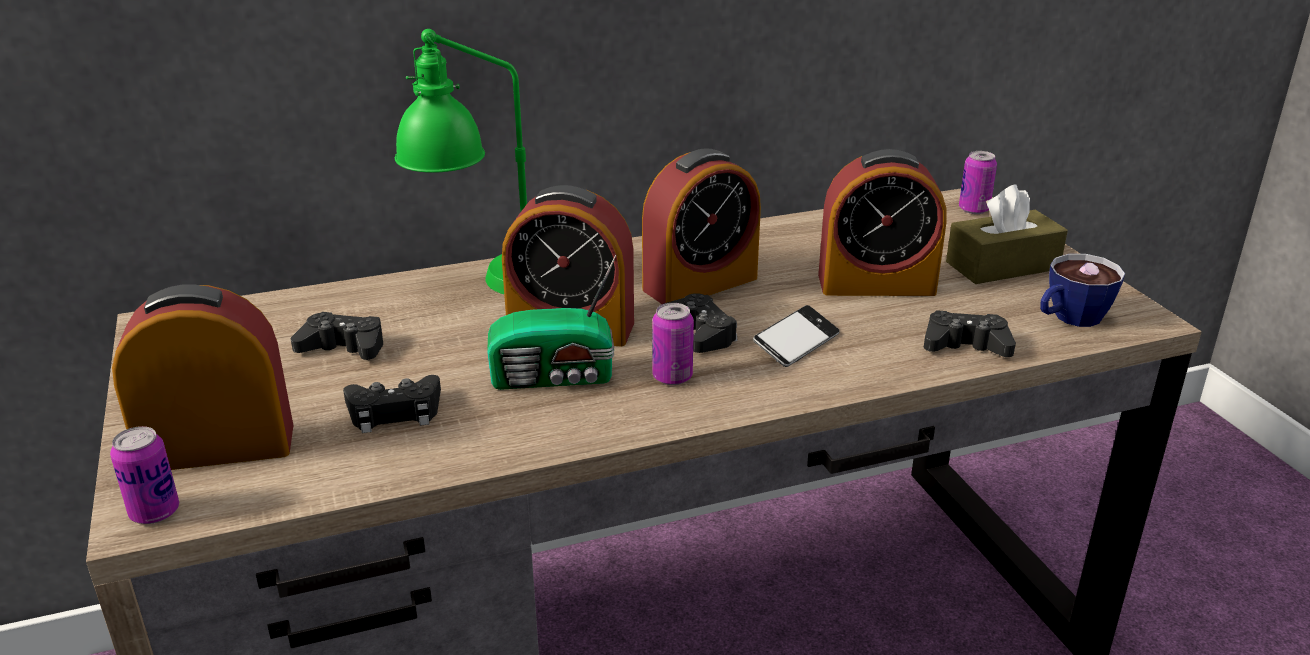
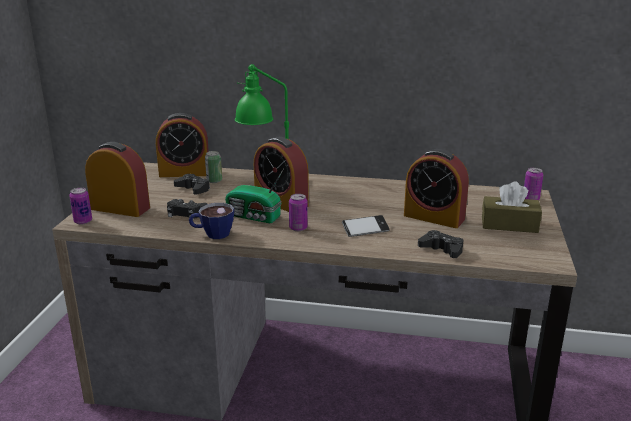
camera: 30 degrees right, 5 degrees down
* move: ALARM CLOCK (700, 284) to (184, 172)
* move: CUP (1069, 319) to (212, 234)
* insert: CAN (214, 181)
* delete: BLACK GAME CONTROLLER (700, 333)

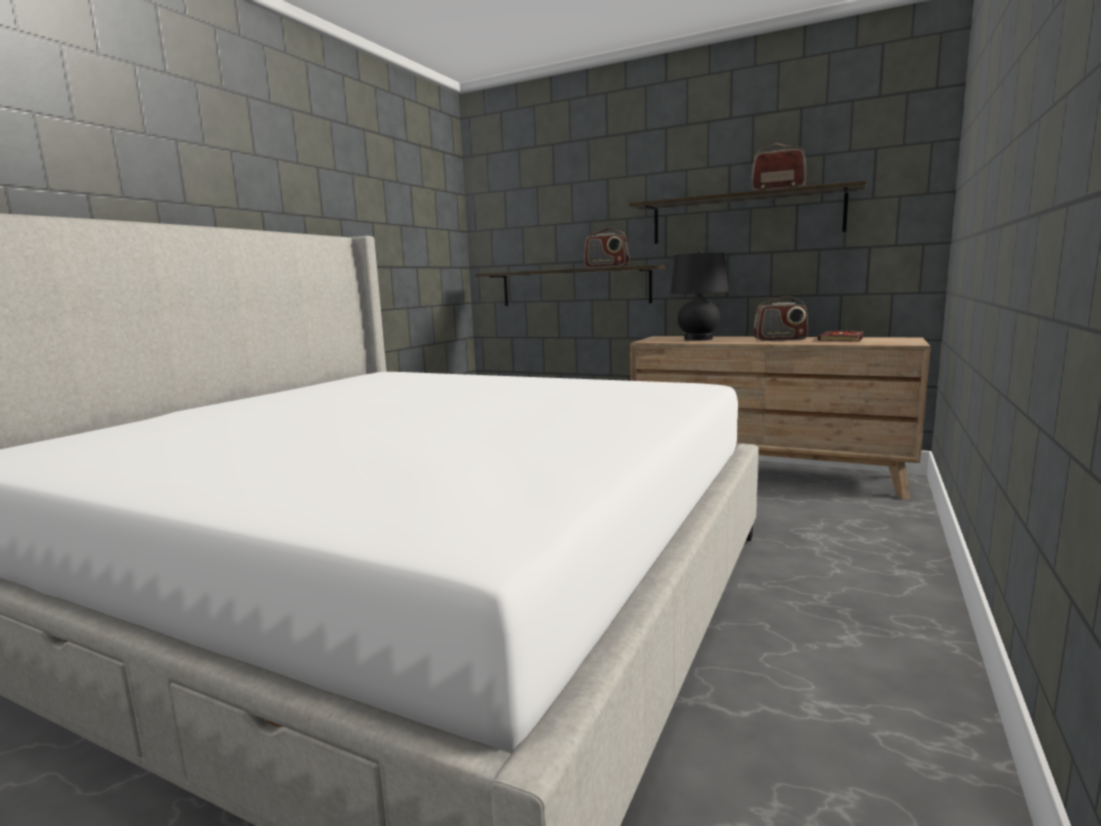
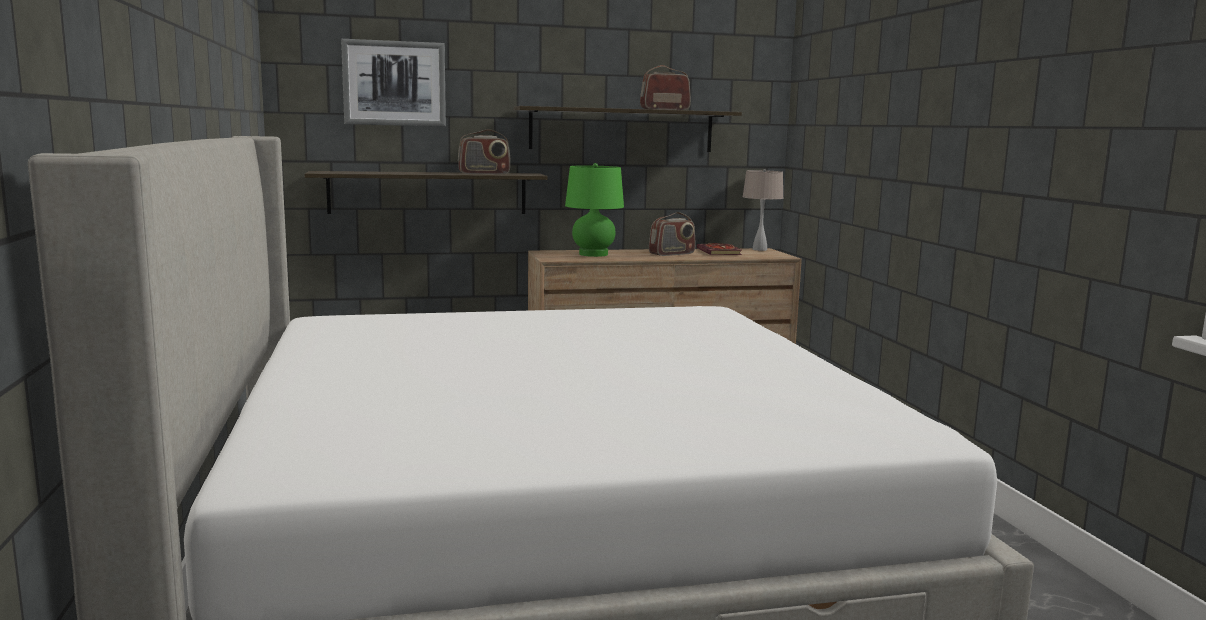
camera: 40 degrees left, 0 degrees up
* insert: WALL ART (394, 83)
* recolor: BLACK LAMP FOR A TABLE (698, 339) to GREEN LAMP FOR A TABLE (593, 254)
* insert: BEIGE-COLOURED LAMP FOR A TABLE (759, 249)

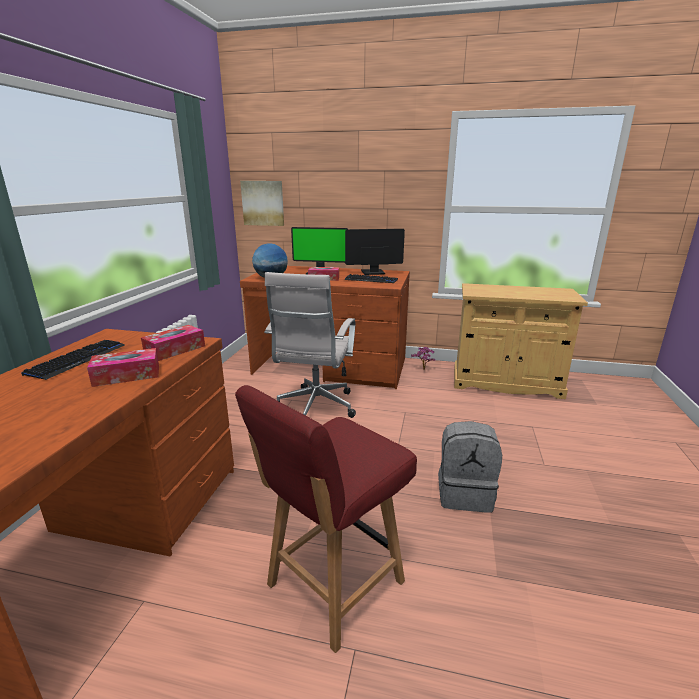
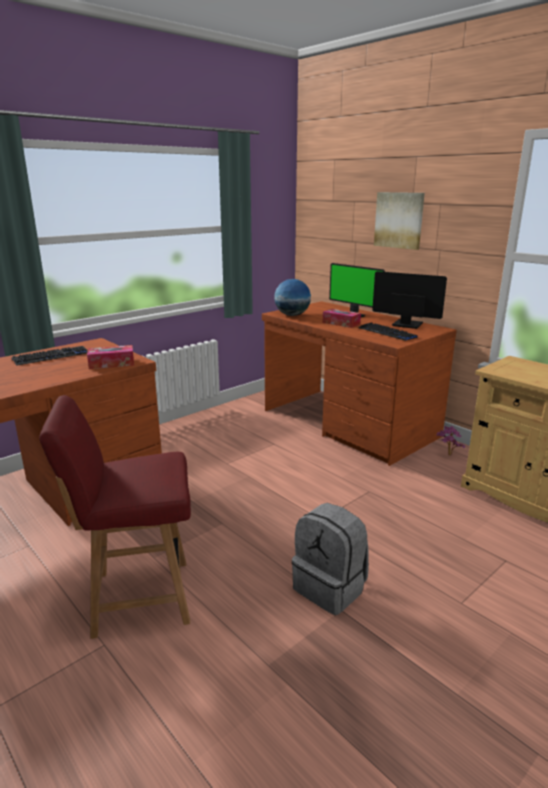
camera: 35 degrees right, 0 degrees up
* move: WALL ART (263, 203) to (399, 220)
* delete: TISSUE HOLDER (127, 375)
* delete: WHITE OFFICE CHAIR (315, 408)

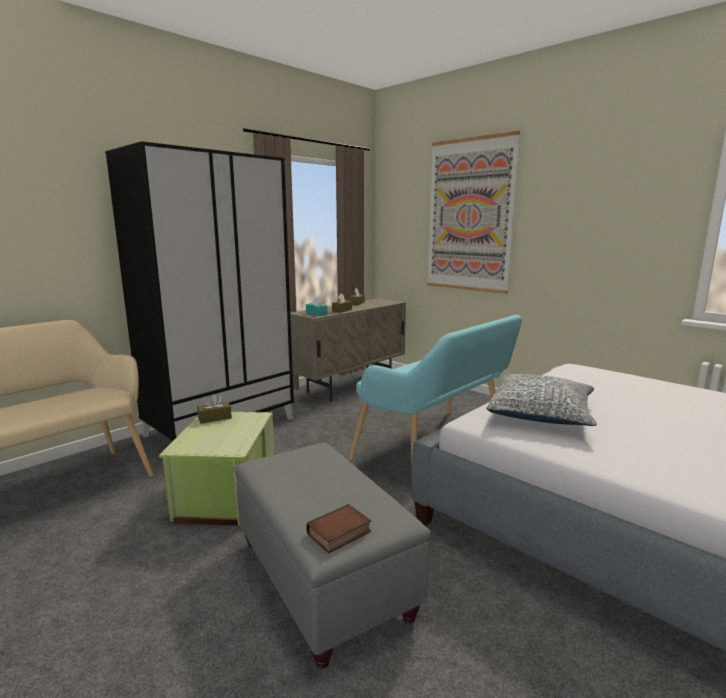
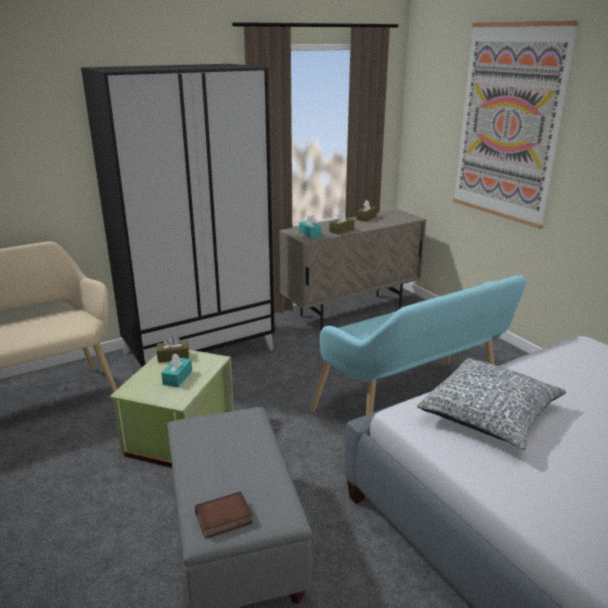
camera: 15 degrees right, 10 degrees up
* insert: TURQUOISE TISSUE HOLDER (177, 378)

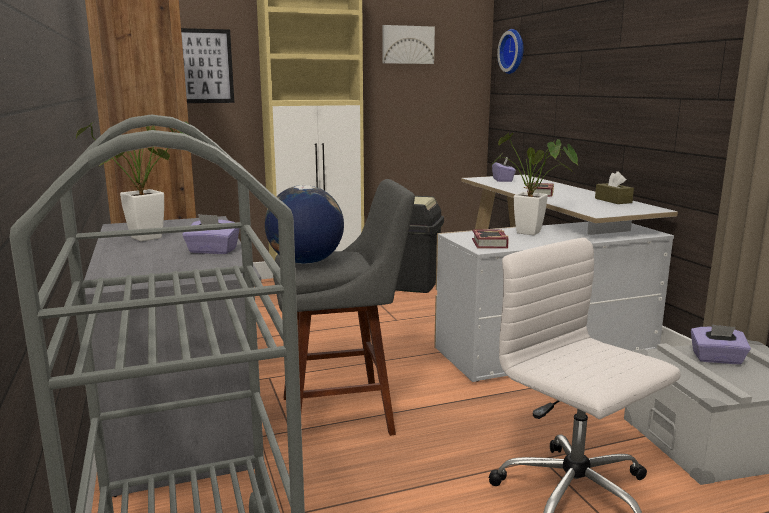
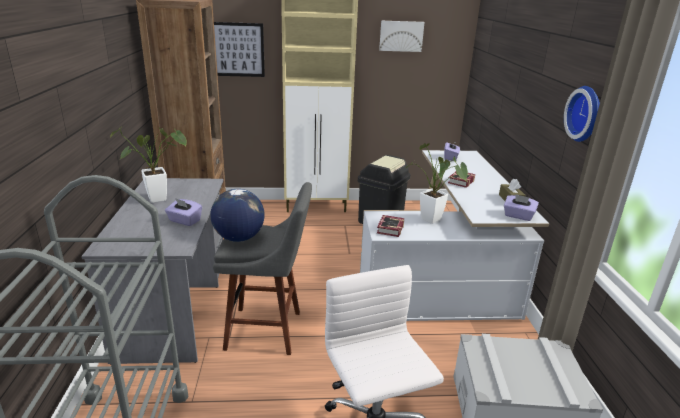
camera: 15 degrees right, 10 degrees up
* move: PURPLISH TISSUE HOLDER (717, 359) to (518, 216)
* move: WALL CLOCK (514, 51) to (586, 114)

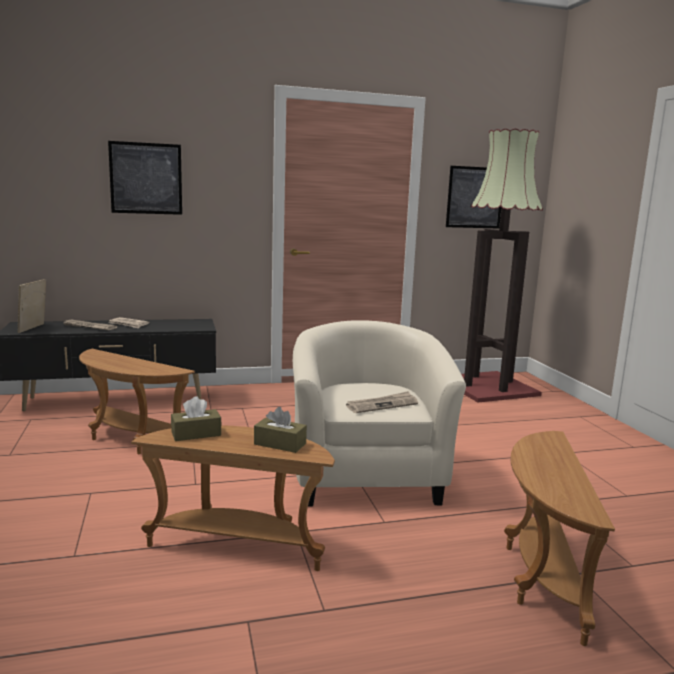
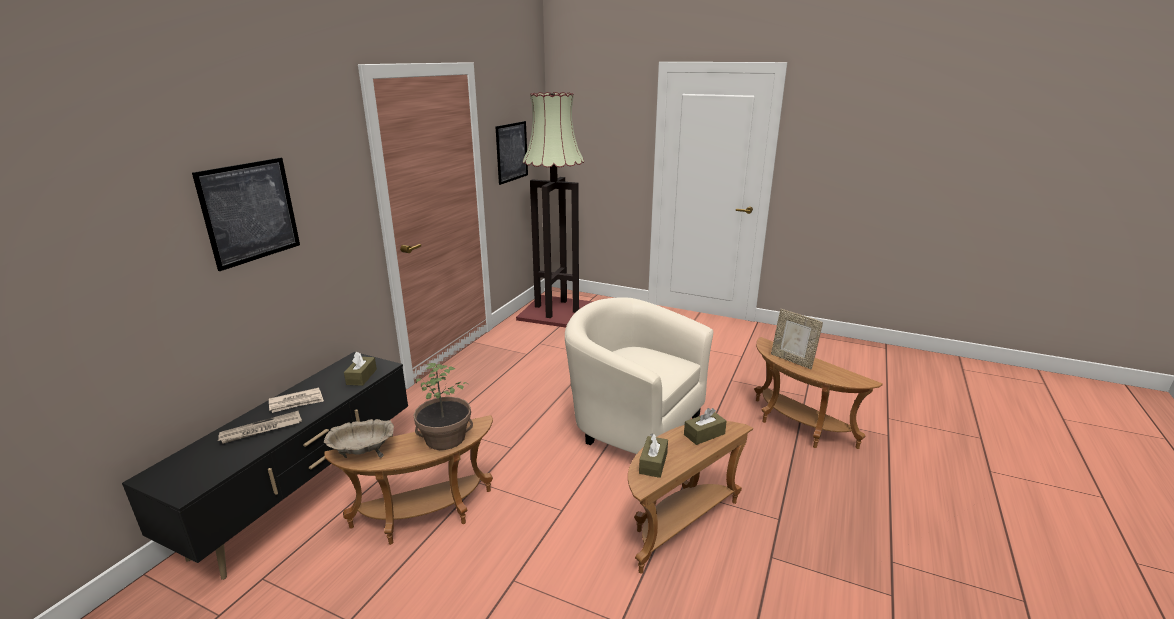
camera: 50 degrees left, 10 degrees up
* insert: BEIGE-COLOURED DEEP DISH (363, 453)
* insert: BROWNISH TISSUE HOLDER (361, 377)
* insert: POTTED PLANT (445, 438)
* move: STANDING FRAME (33, 328) to (792, 360)
* delete: DAILY PAPER (382, 405)

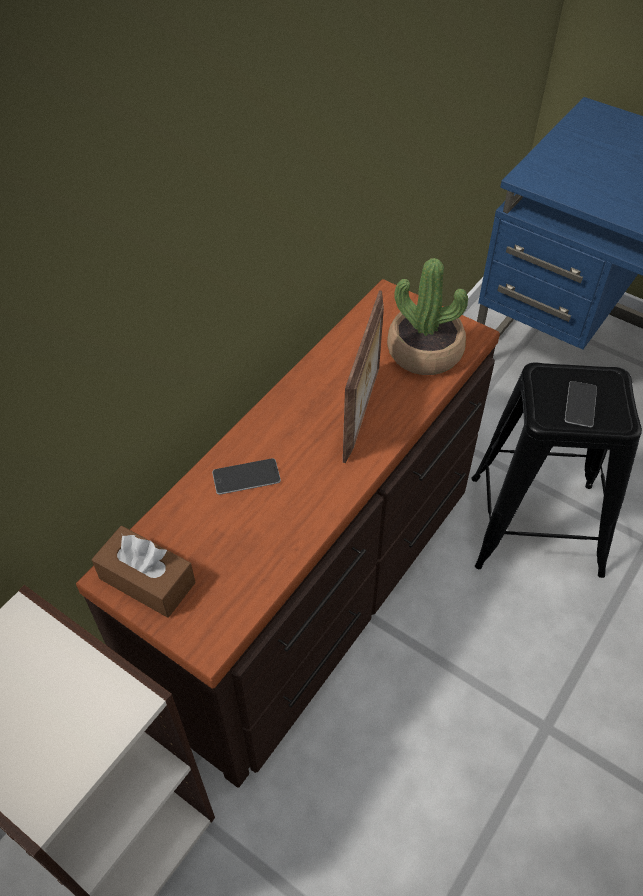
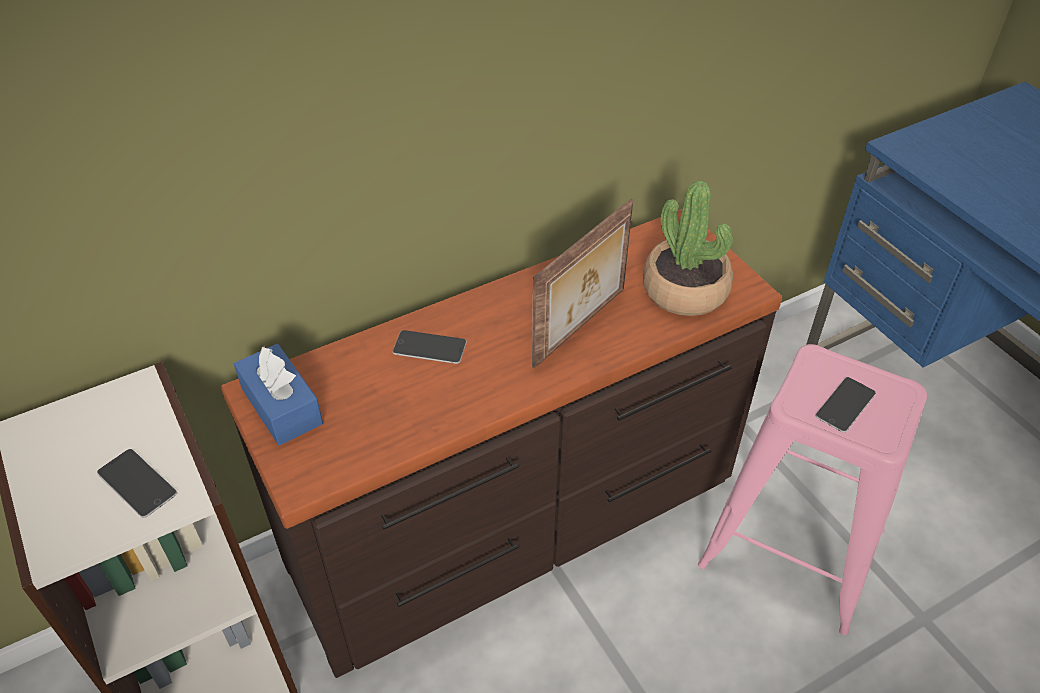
camera: 25 degrees right, 5 degrees down
* insert: HANDSET (137, 483)
* recolor: BROWNISH TISSUE HOLDER (147, 580) to BLUE-COLOURED TISSUE HOLDER (281, 406)
* recolor: BLACK STOOL SEAT (535, 525) to PINKISH STOOL SEAT (792, 548)

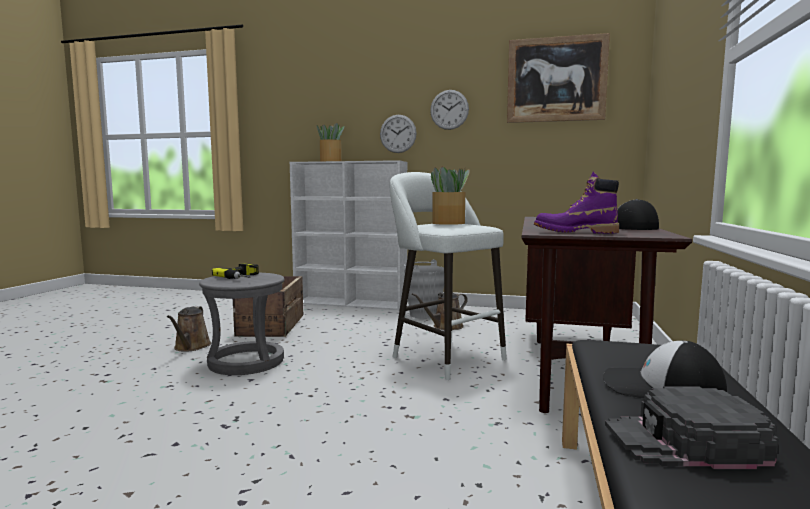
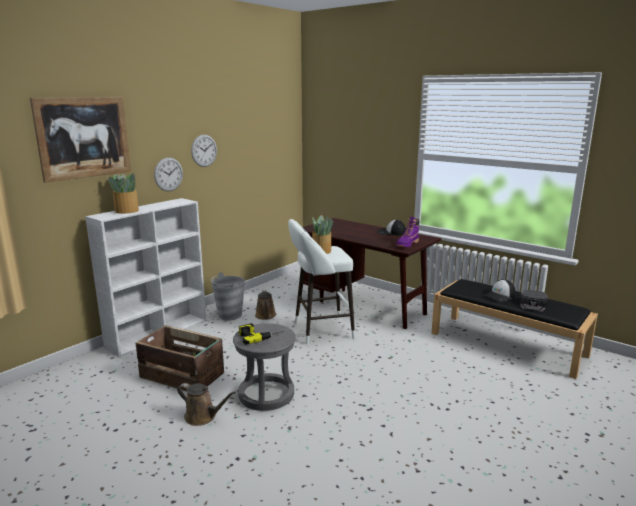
camera: 65 degrees left, 10 degrees up
* move: WALL ART (556, 79) to (84, 137)

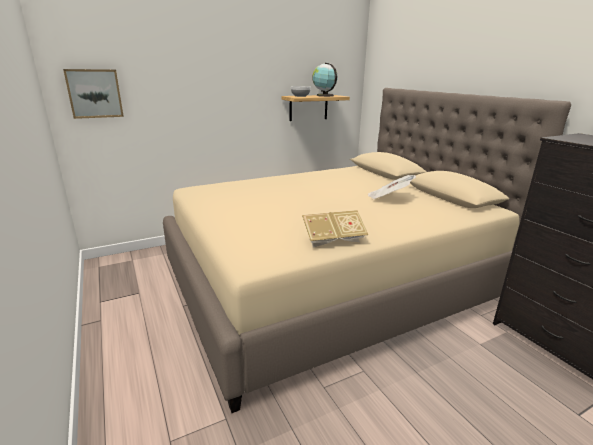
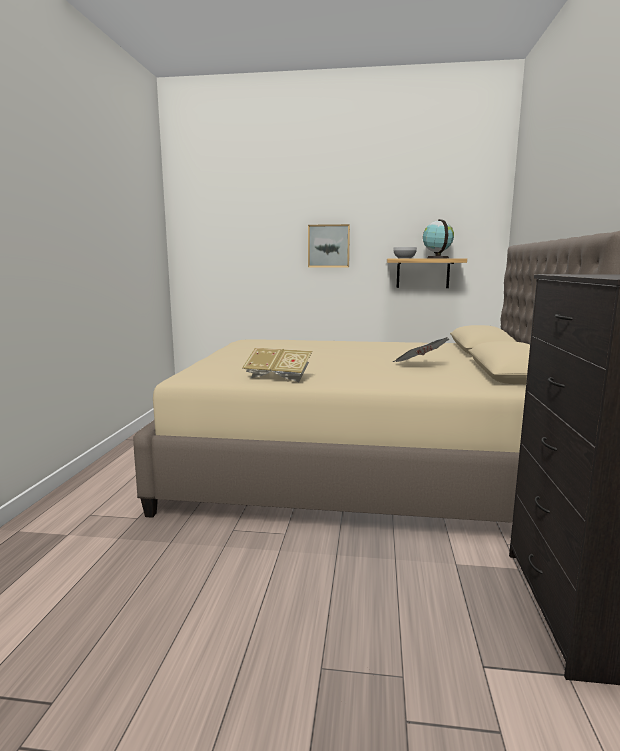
camera: 35 degrees right, 10 degrees down
* move: WALL ART (94, 93) to (329, 246)

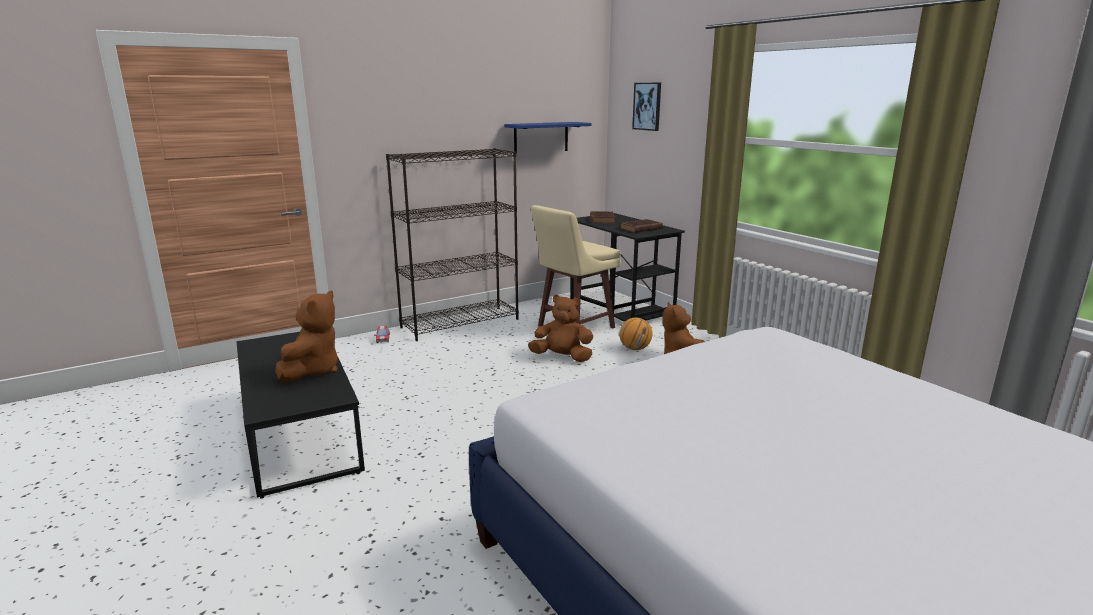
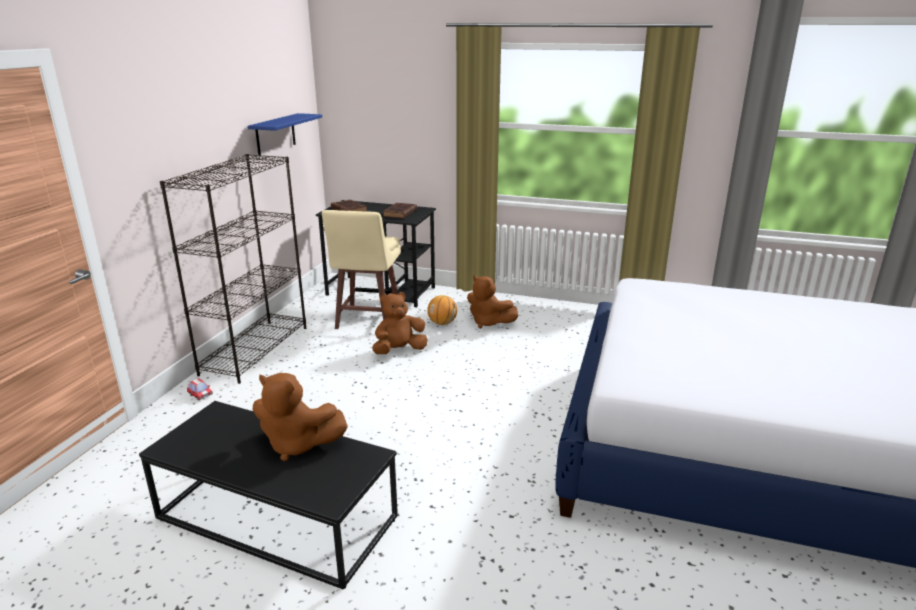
camera: 40 degrees left, 5 degrees up
* rotate: BROWNISH SOFT TOY (313, 370) = (297, 445) 135 degrees clockwise
* delete: WALL ART (647, 106)

